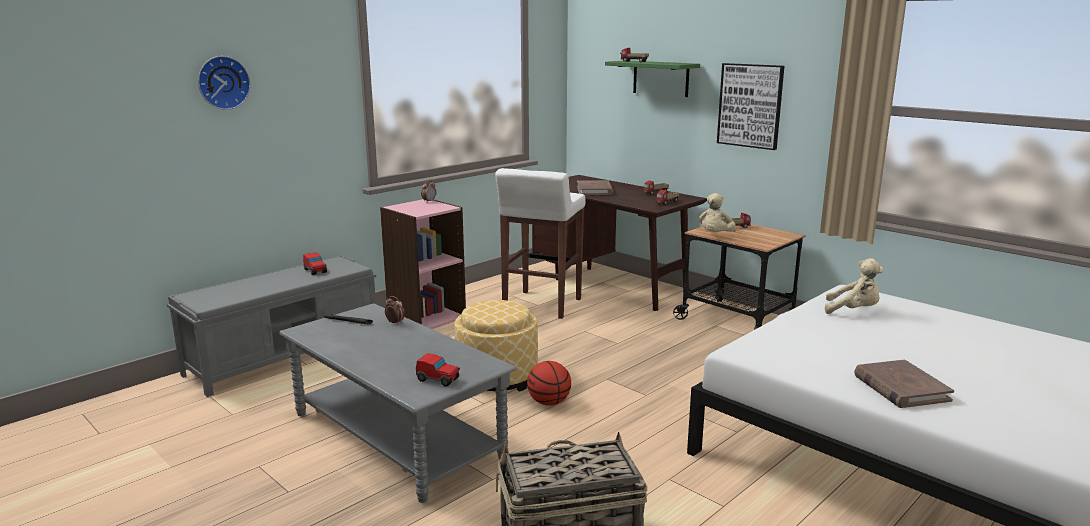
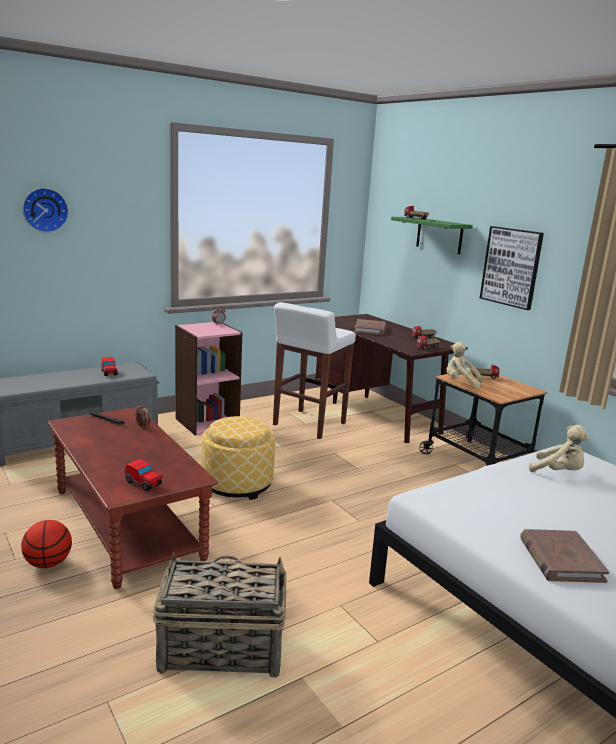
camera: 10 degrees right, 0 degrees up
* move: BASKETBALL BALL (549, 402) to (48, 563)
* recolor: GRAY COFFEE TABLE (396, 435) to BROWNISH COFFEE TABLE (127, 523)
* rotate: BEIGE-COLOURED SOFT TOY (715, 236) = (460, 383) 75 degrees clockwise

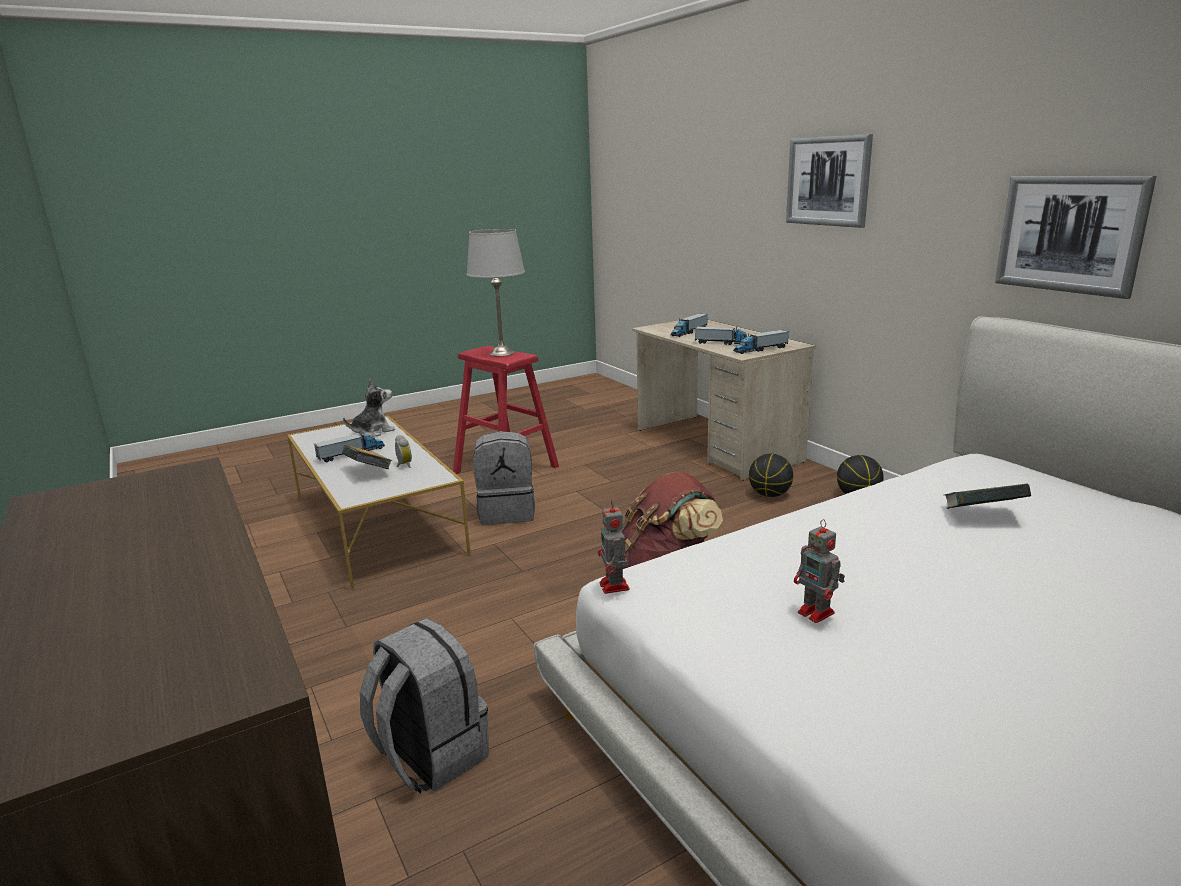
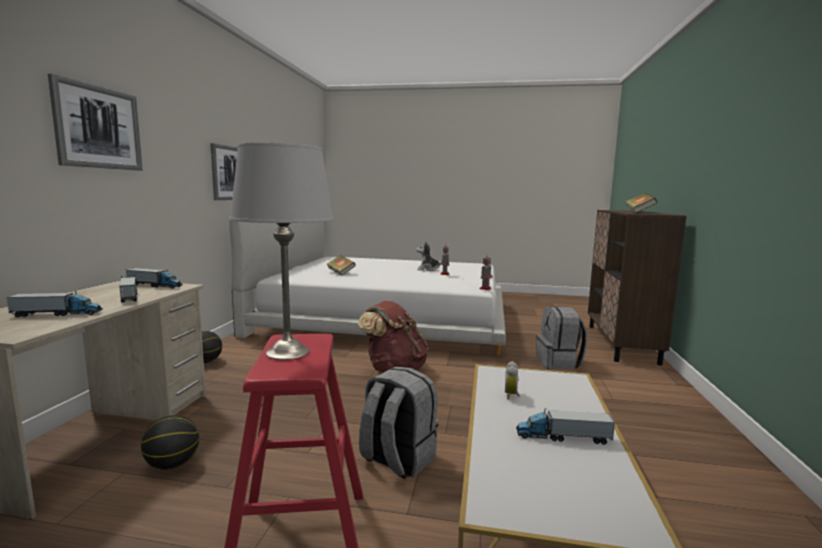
camera: 140 degrees left, 10 degrees down
* move: BASKETBALL BALL (770, 495) to (172, 464)
* move: SOFT TOY (373, 432) to (428, 269)
* move: BOOK (369, 472) to (639, 212)

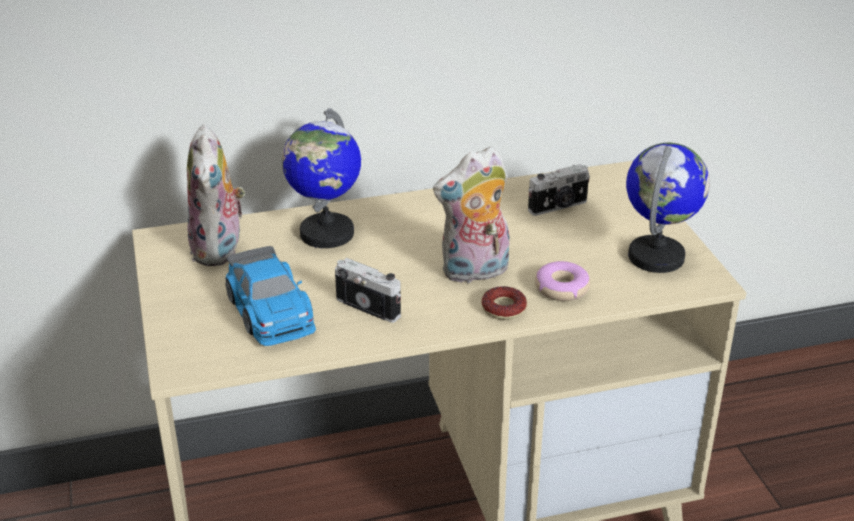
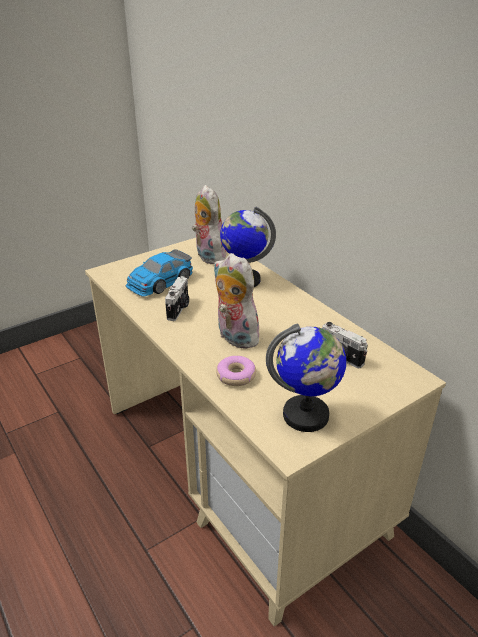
camera: 70 degrees right, 0 degrees up
* rotate: SOFT TOY (220, 250) = (208, 256) 90 degrees clockwise
* delete: DOUGHNUT (503, 308)

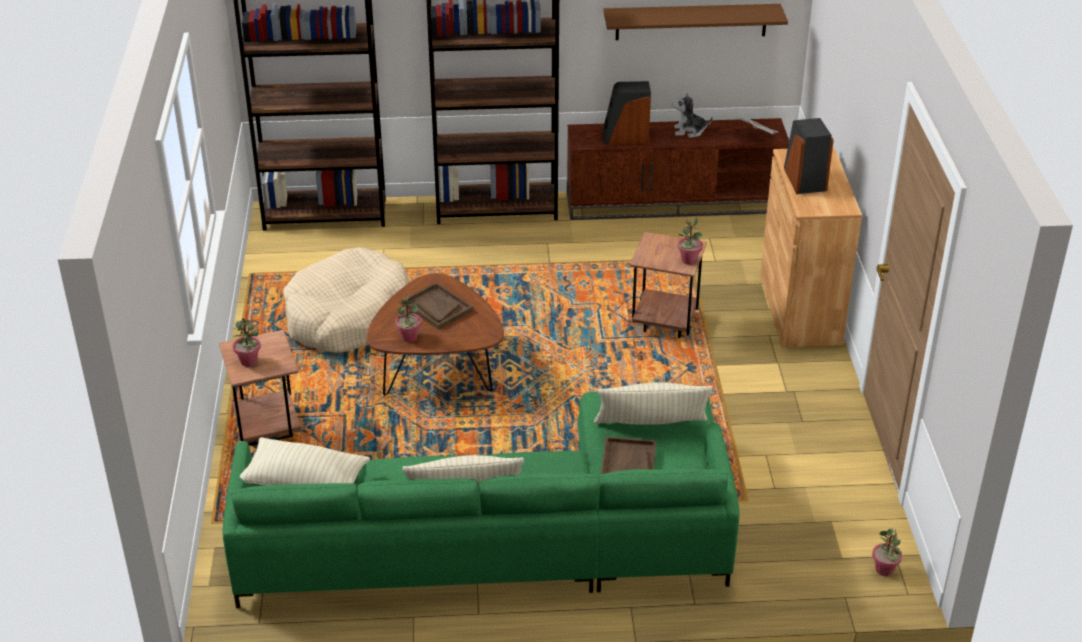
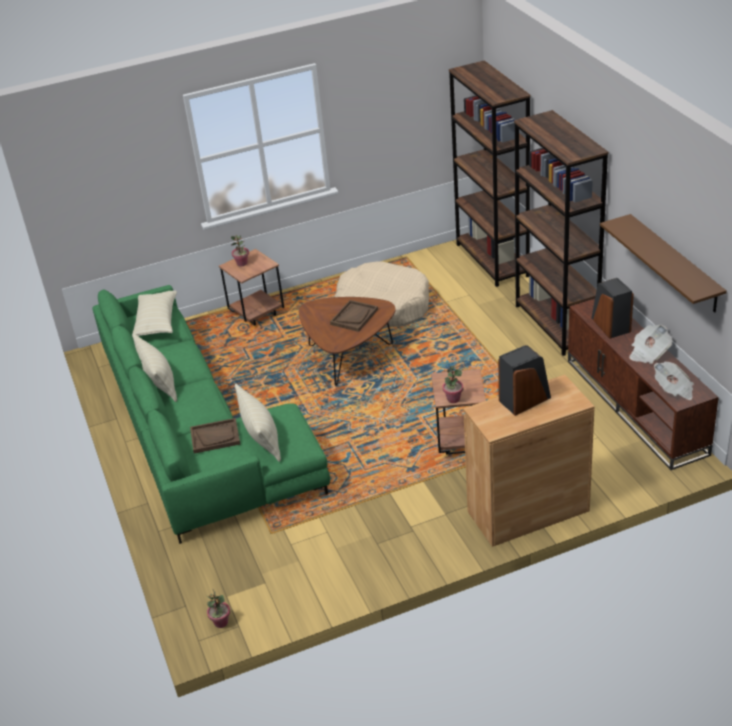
camera: 75 degrees right, 0 degrees up
* replace: SOFT TOY (689, 131) to DAILY PAPER (648, 353)
* delete: POTTED PLANT (409, 337)

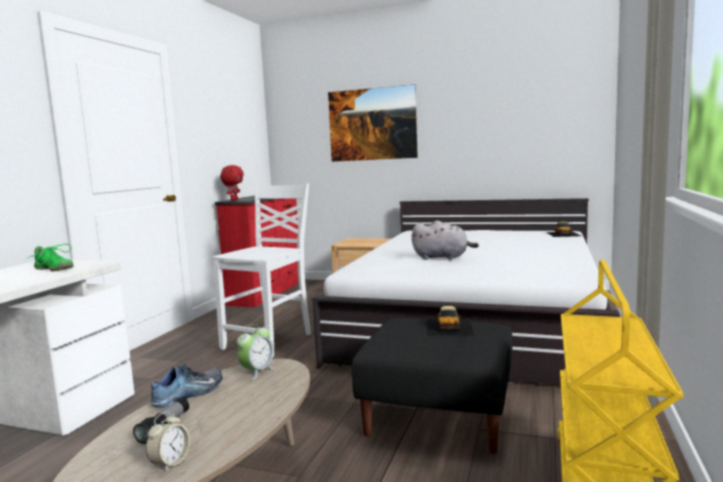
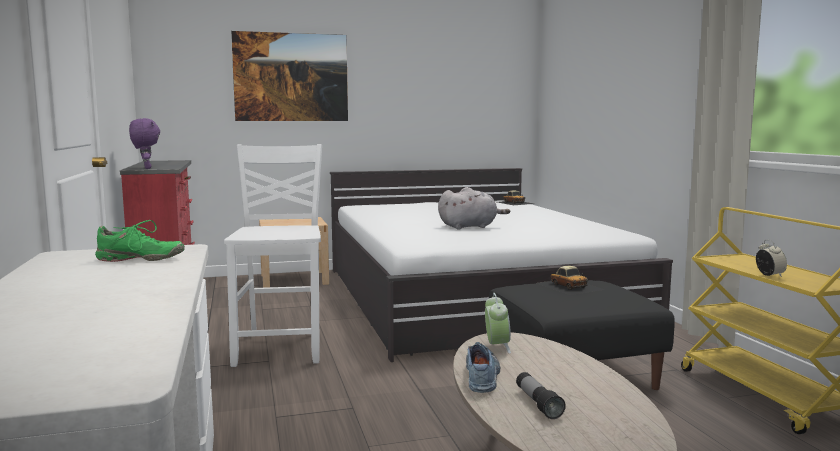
camera: 35 degrees left, 0 degrees up
* recolor: RED SOFT TOY (234, 200) to PURPLISH SOFT TOY (146, 168)
* move: ALARM CLOCK (170, 463) to (769, 275)

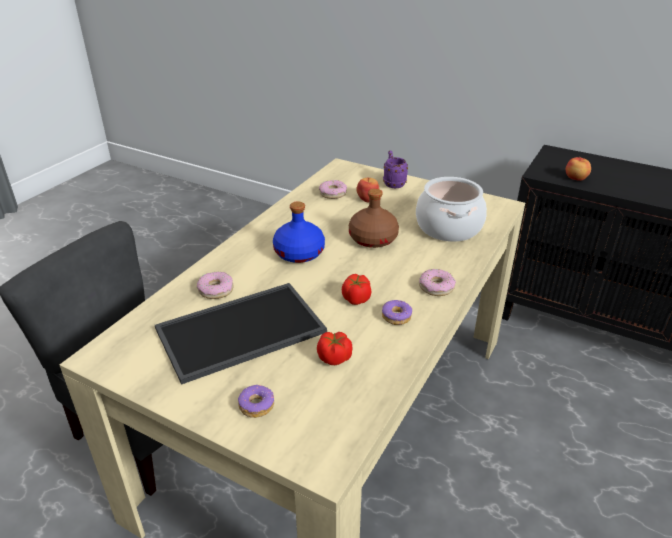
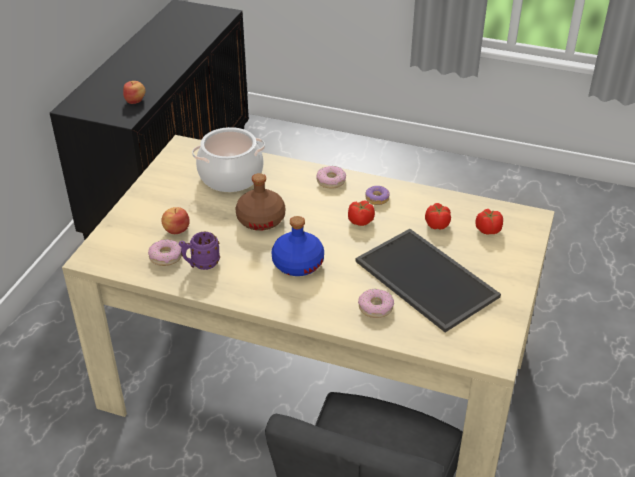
camera: 100 degrees left, 5 degrees up
* move: PURPLISH TEA MUG (393, 183) to (201, 264)
* insert: WHOLE TOMATO (487, 230)
* delete: DOUGHNUT (256, 405)

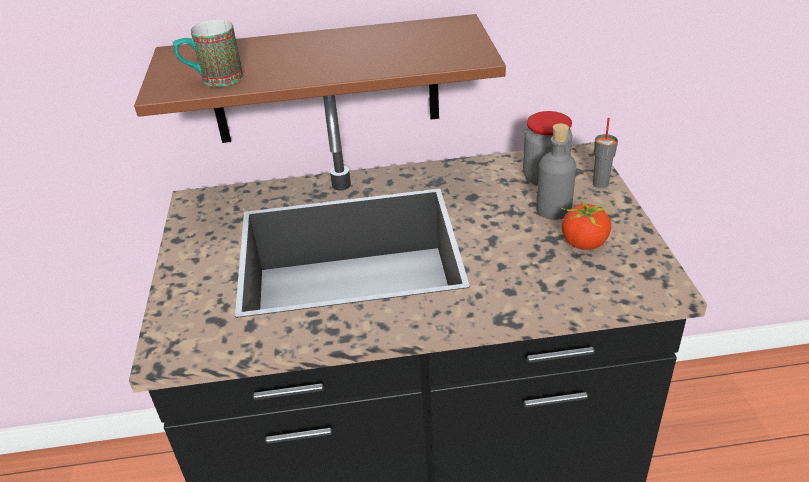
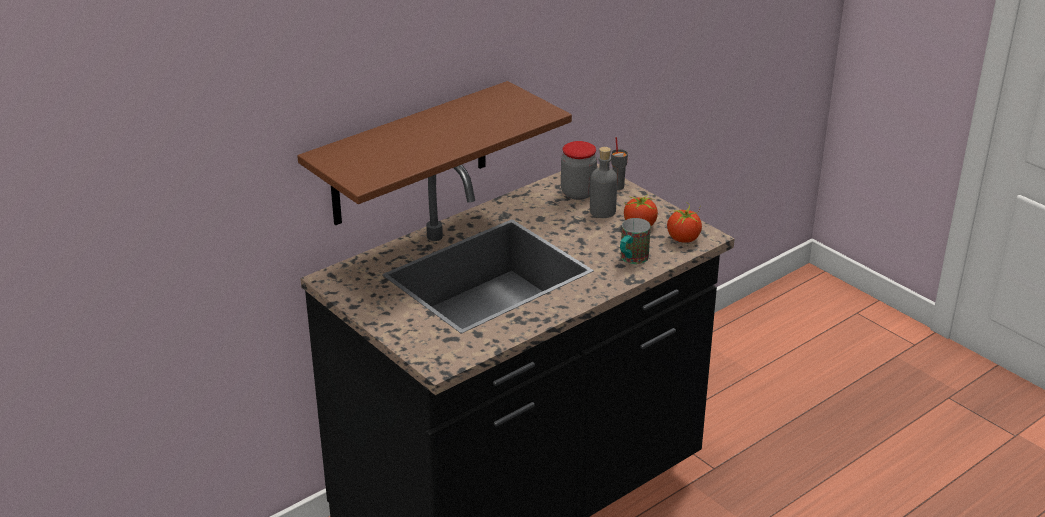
camera: 35 degrees left, 5 degrees down
* move: TEA MUG (213, 80) to (631, 260)
* insert: WHOLE TOMATO (683, 238)

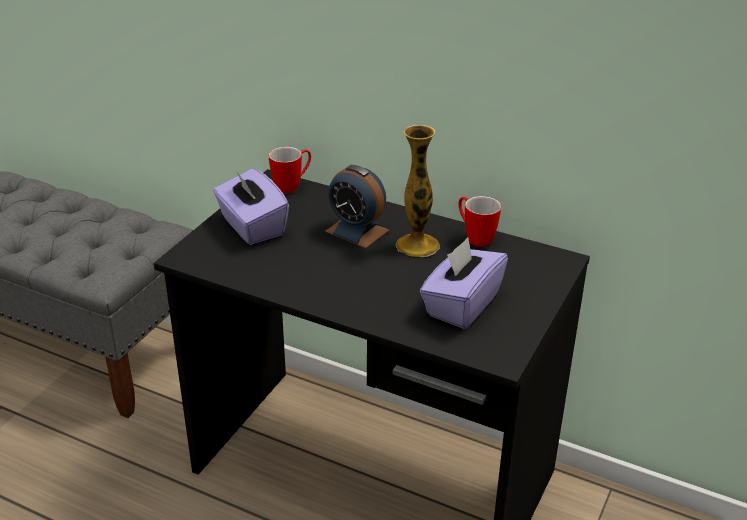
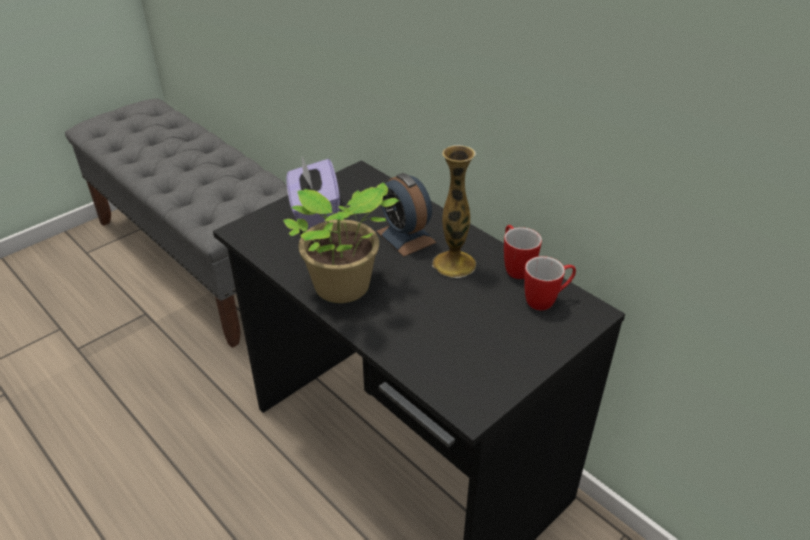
camera: 20 degrees right, 5 degrees up
* insert: POTTED PLANT (343, 289)
* move: TEA MUG (292, 186) to (546, 301)
* delete: PURPLISH TISSUE HOLDER (461, 305)

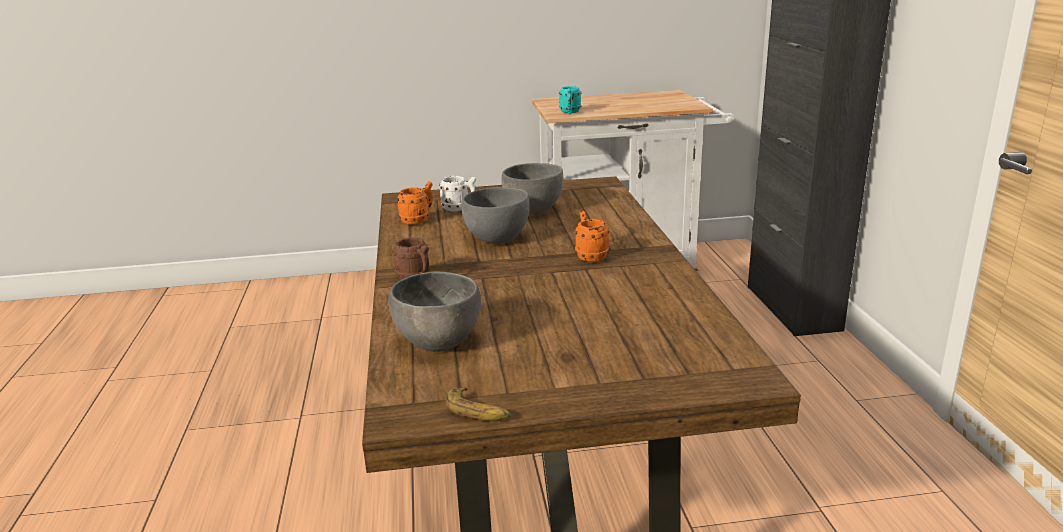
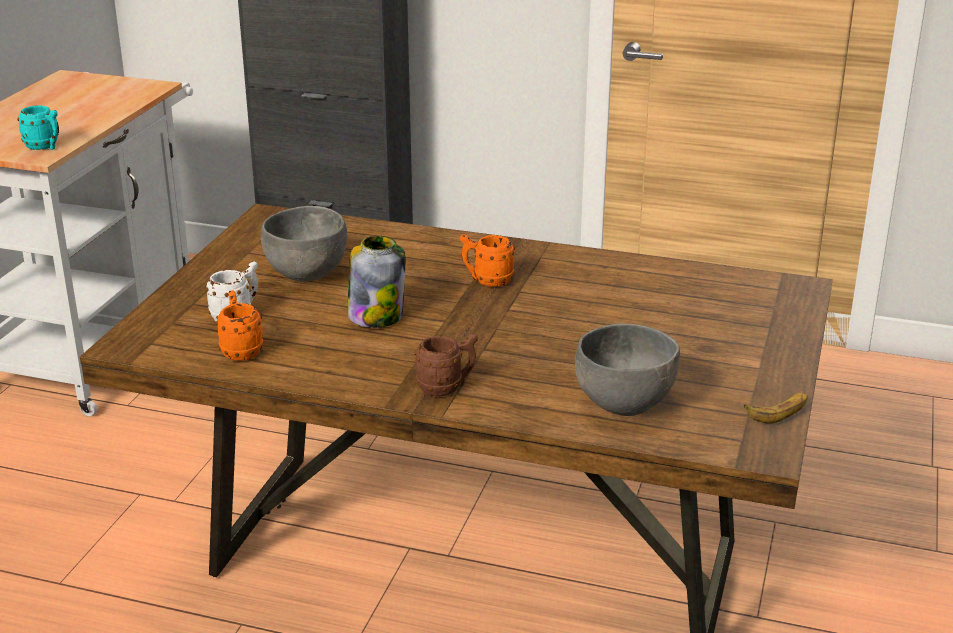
camera: 65 degrees left, 5 degrees up
* replace: GRAY DEEP DISH (497, 239) to STORAGE JAR (376, 315)

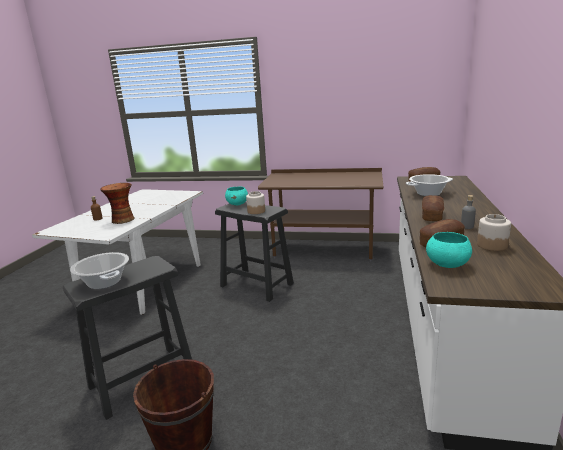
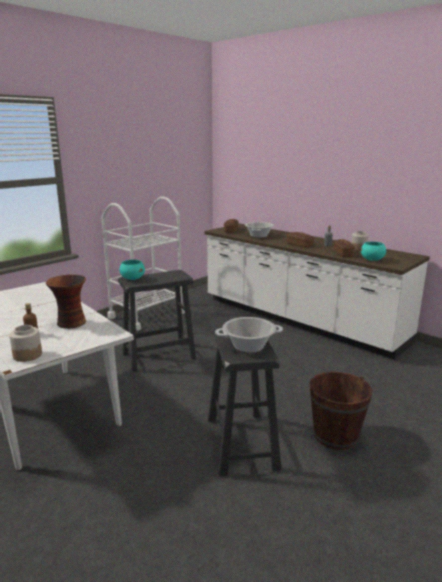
camera: 60 degrees left, 0 degrees up
* move: STORAGE JAR (256, 211) to (27, 355)
* replace: BROWNISH DESK (323, 250) to WHITE CART (146, 315)

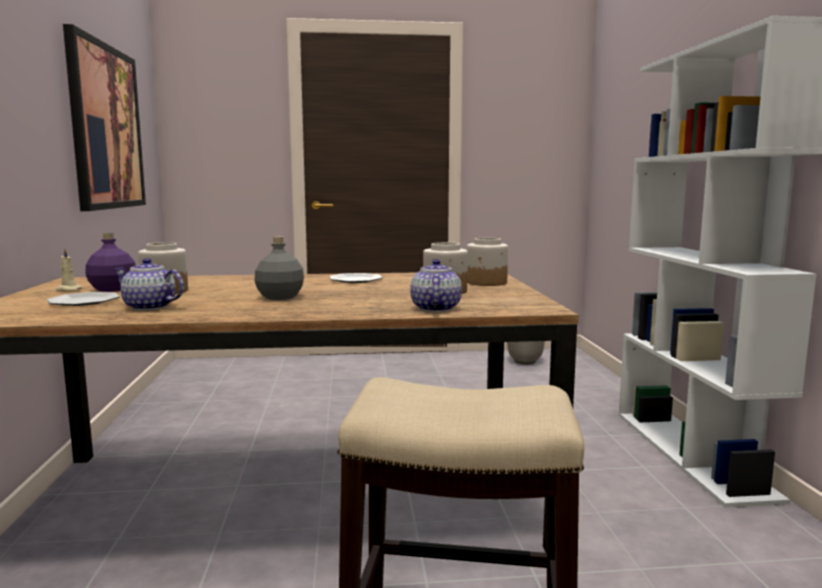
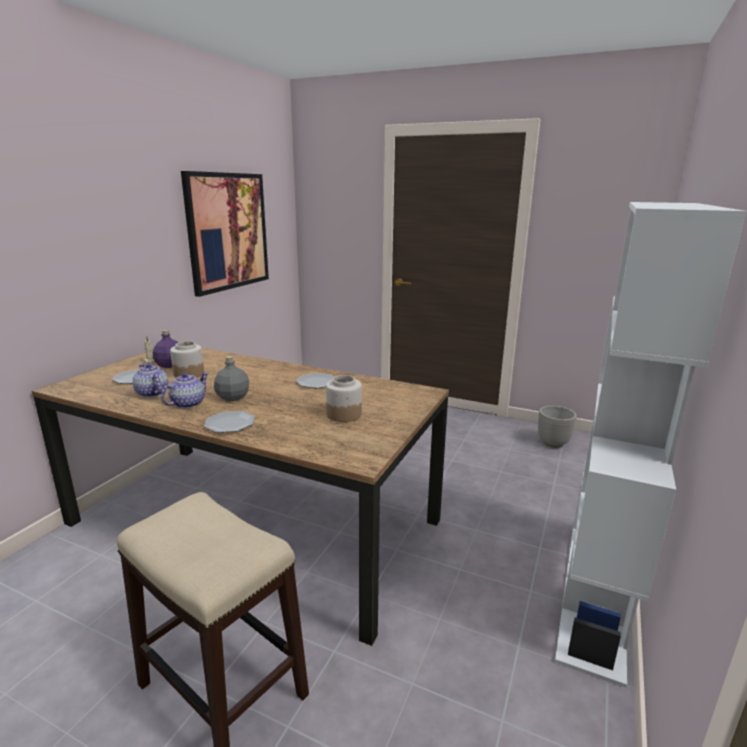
camera: 30 degrees right, 10 degrees up
* move: TEAPOT (435, 308) to (187, 404)
* insert: DINNER PLATE (229, 423)
* delete: STORAGE JAR (486, 283)

